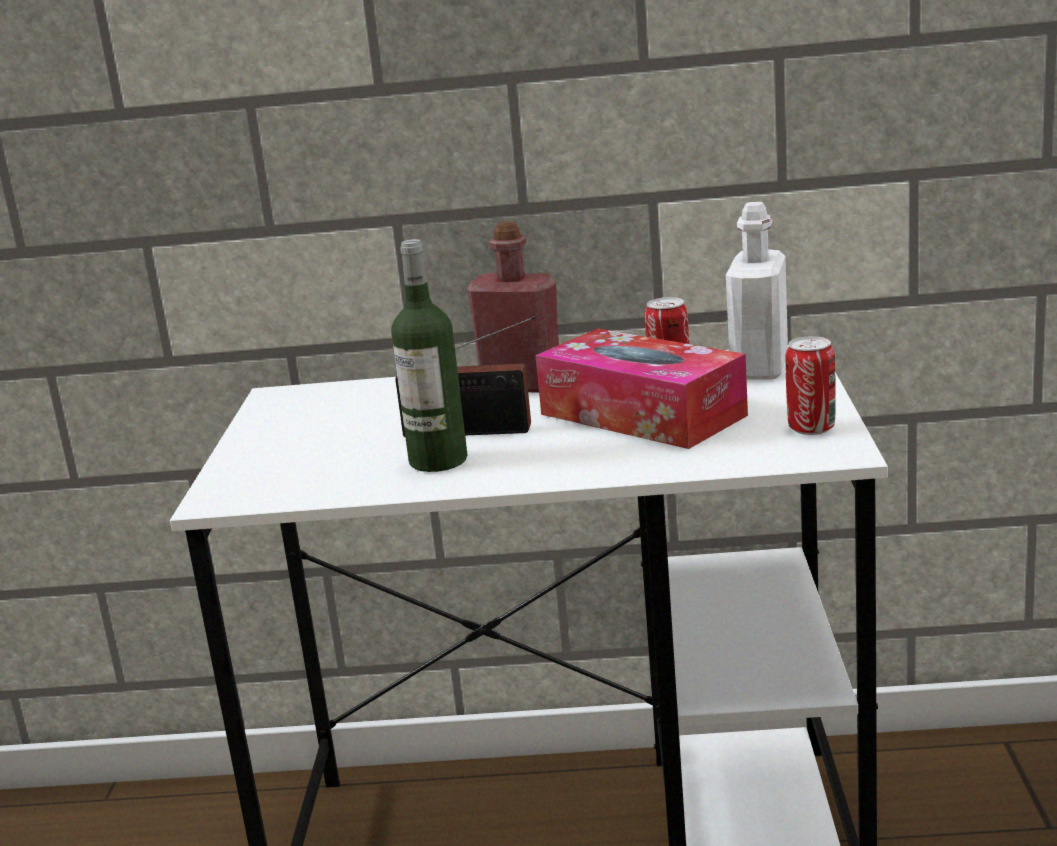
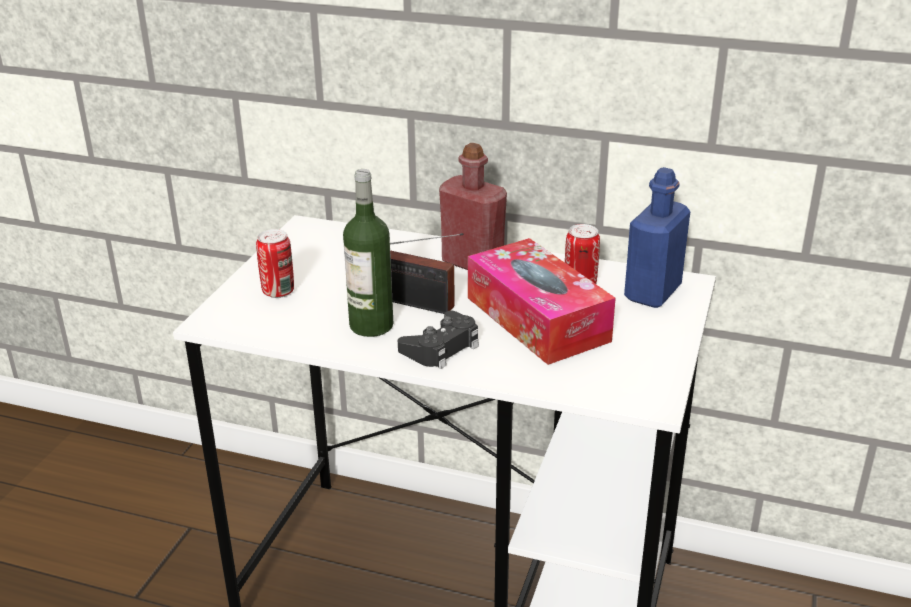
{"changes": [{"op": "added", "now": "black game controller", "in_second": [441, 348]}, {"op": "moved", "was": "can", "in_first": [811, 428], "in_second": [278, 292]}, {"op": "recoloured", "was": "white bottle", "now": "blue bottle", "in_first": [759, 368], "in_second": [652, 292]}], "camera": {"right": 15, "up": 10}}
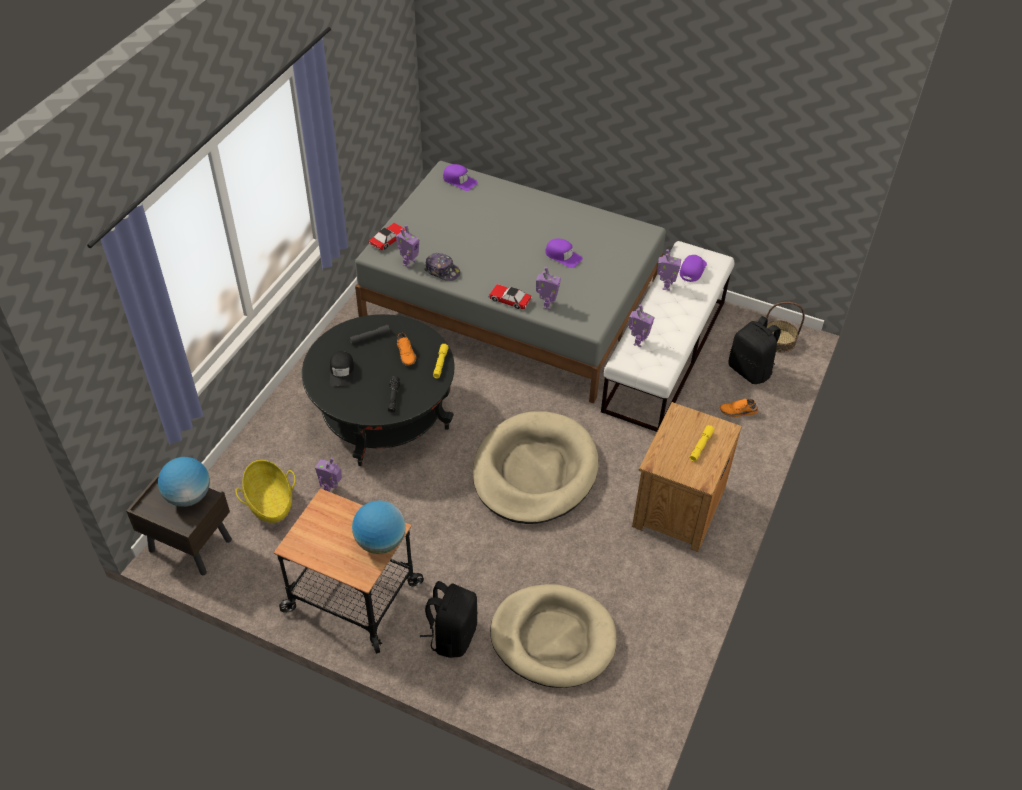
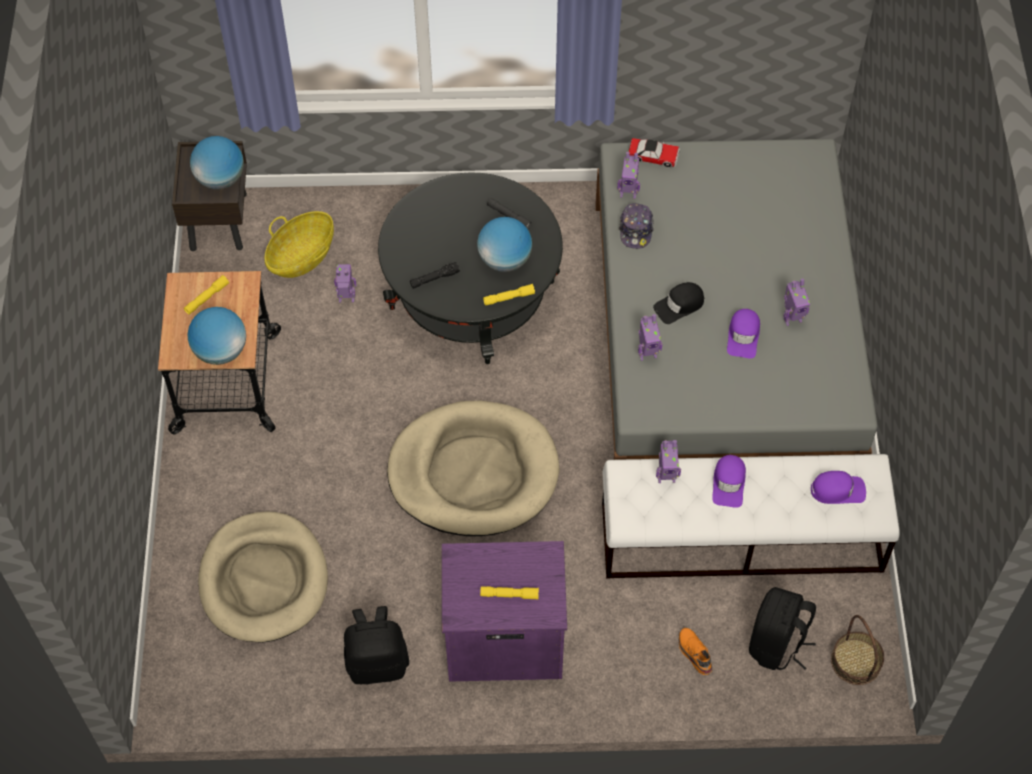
{"changes": [{"op": "removed", "was": "toy car", "in_first": [509, 300]}, {"op": "added", "now": "yellow flashlight", "in_second": [207, 298]}, {"op": "moved", "was": "black cap", "in_first": [342, 372], "in_second": [679, 305]}, {"op": "moved", "was": "black backpack", "in_first": [452, 635], "in_second": [377, 663]}, {"op": "moved", "was": "purple cap", "in_first": [459, 180], "in_second": [729, 483]}, {"op": "moved", "was": "toy robot", "in_first": [665, 285], "in_second": [792, 319]}, {"op": "replaced", "was": "orange shoe", "now": "globe", "in_first": [406, 353], "in_second": [505, 260]}, {"op": "recoloured", "was": "brown nightstand", "now": "purple nightstand", "in_first": [677, 507], "in_second": [502, 637]}], "camera": {"right": 65, "up": 10}}
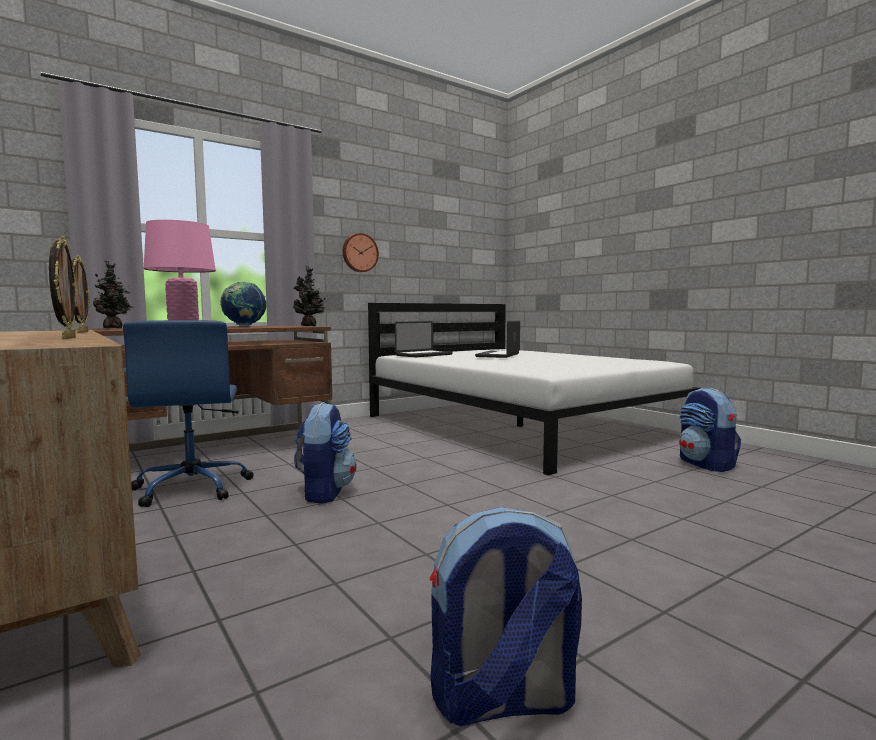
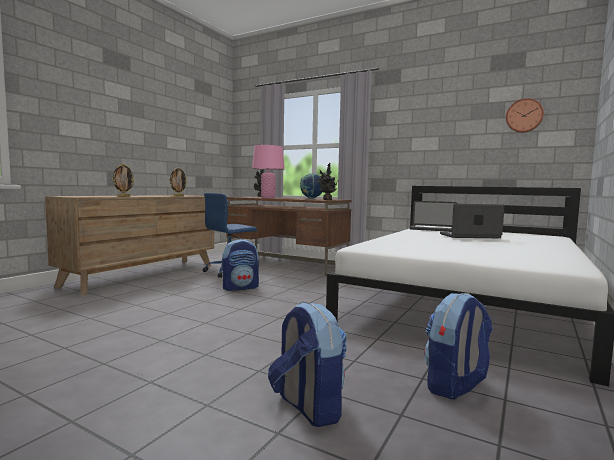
{"changes": [{"op": "moved", "was": "wall clock", "in_first": [359, 253], "in_second": [524, 116]}, {"op": "moved", "was": "backpack", "in_first": [502, 702], "in_second": [307, 407]}], "camera": {"right": 65, "up": 0}}
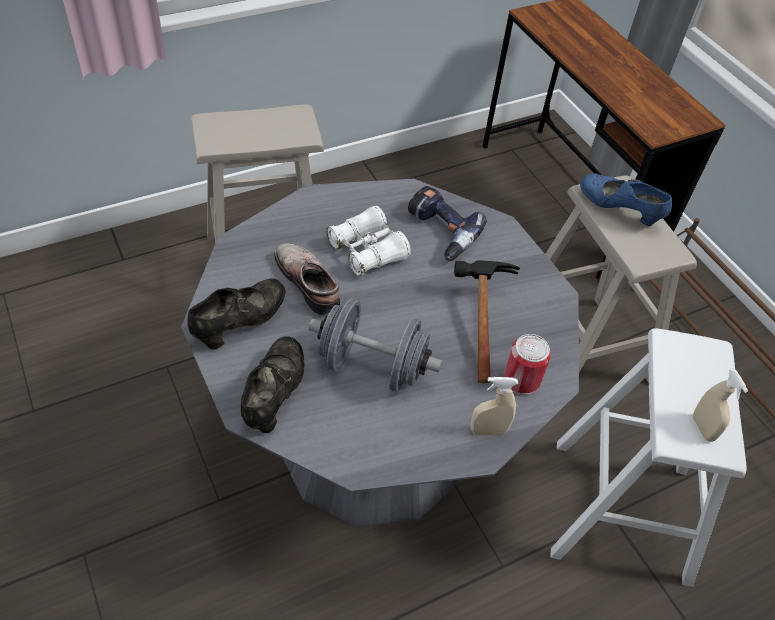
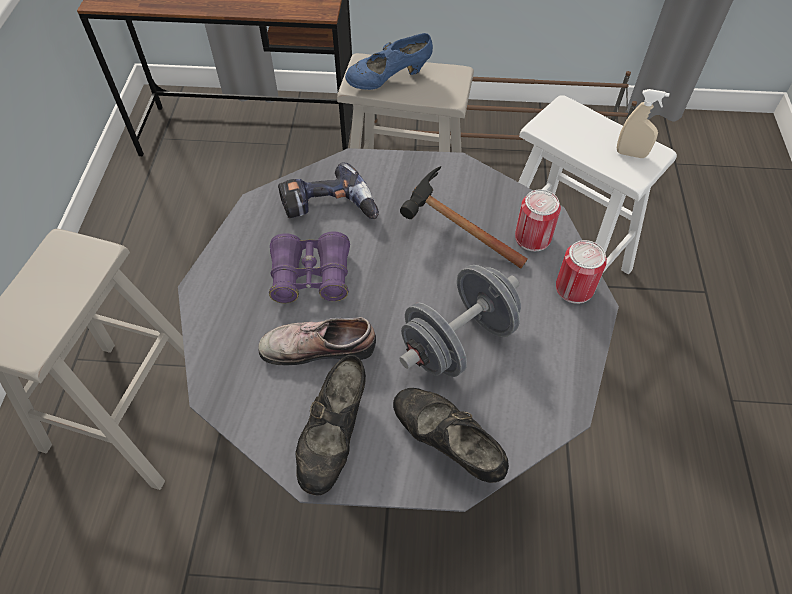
{"changes": [{"op": "replaced", "was": "beige spray bottle", "now": "can", "in_first": [488, 431], "in_second": [574, 288]}, {"op": "recoloured", "was": "white binoculars", "now": "purple binoculars", "in_first": [367, 250], "in_second": [311, 276]}, {"op": "turned", "was": "black shoe", "in_first": [240, 323], "in_second": [334, 436], "clockwise": -150}], "camera": {"right": -55, "up": 5}}
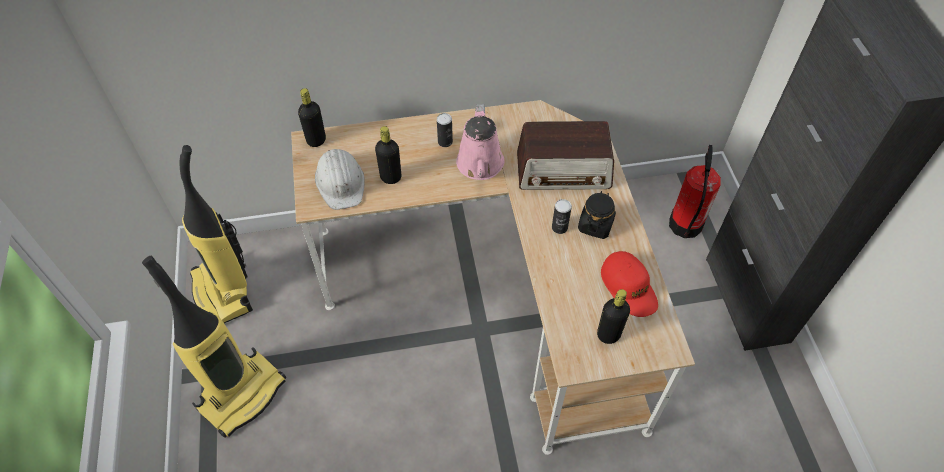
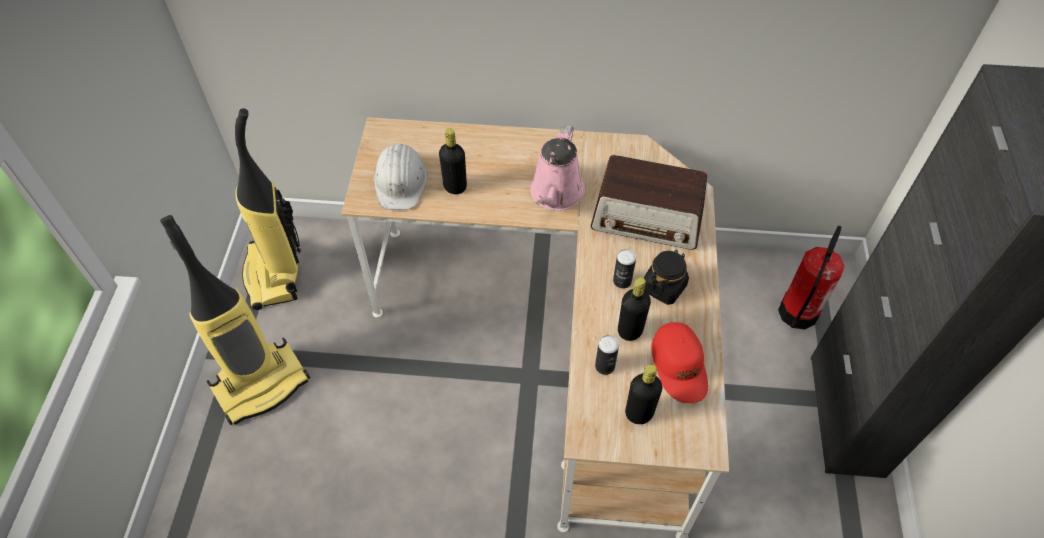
{"changes": [{"op": "moved", "was": "black bottle", "in_first": [316, 140], "in_second": [630, 331]}, {"op": "moved", "was": "can", "in_first": [445, 142], "in_second": [605, 366]}], "camera": {"right": 15, "up": 0}}
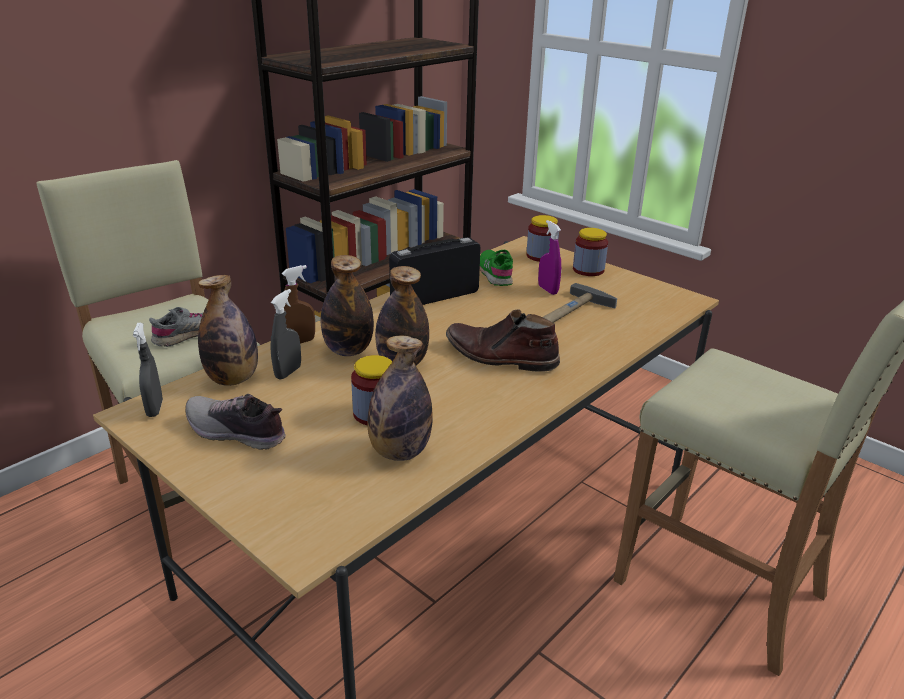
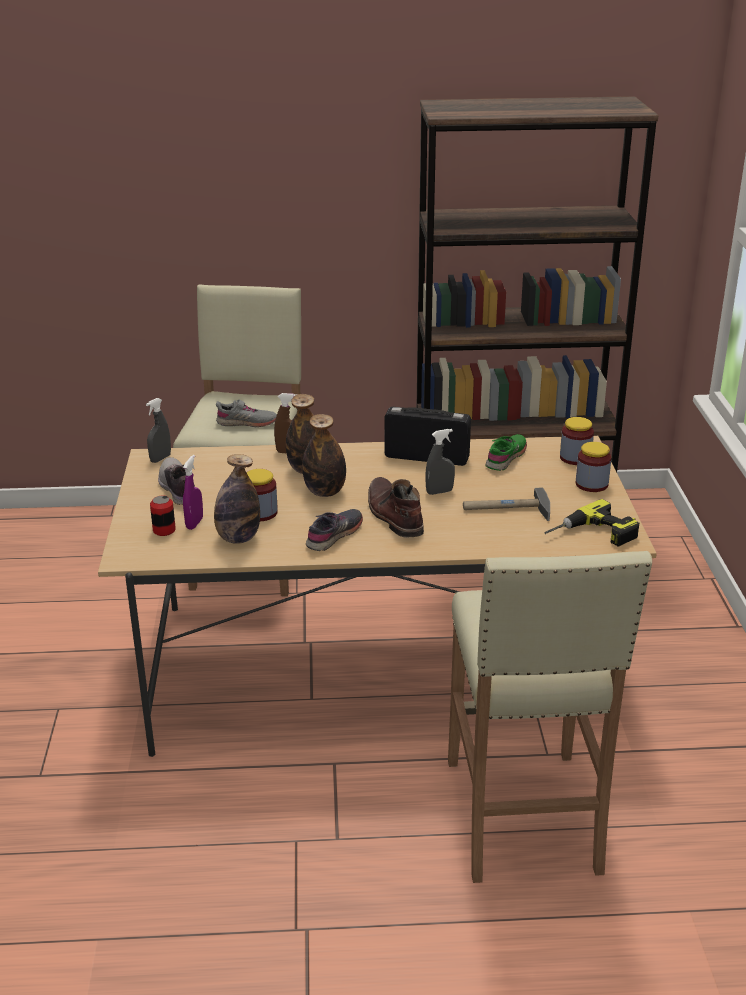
{"changes": [{"op": "removed", "was": "bottle", "in_first": [233, 379]}, {"op": "added", "now": "can", "in_second": [164, 530]}, {"op": "added", "now": "grey shoe", "in_second": [334, 535]}, {"op": "added", "now": "power drill", "in_second": [592, 535]}, {"op": "moved", "was": "grey spray bottle", "in_first": [288, 372], "in_second": [439, 492]}, {"op": "moved", "was": "purple spray bottle", "in_first": [548, 290], "in_second": [194, 523]}], "camera": {"right": 45, "up": 0}}
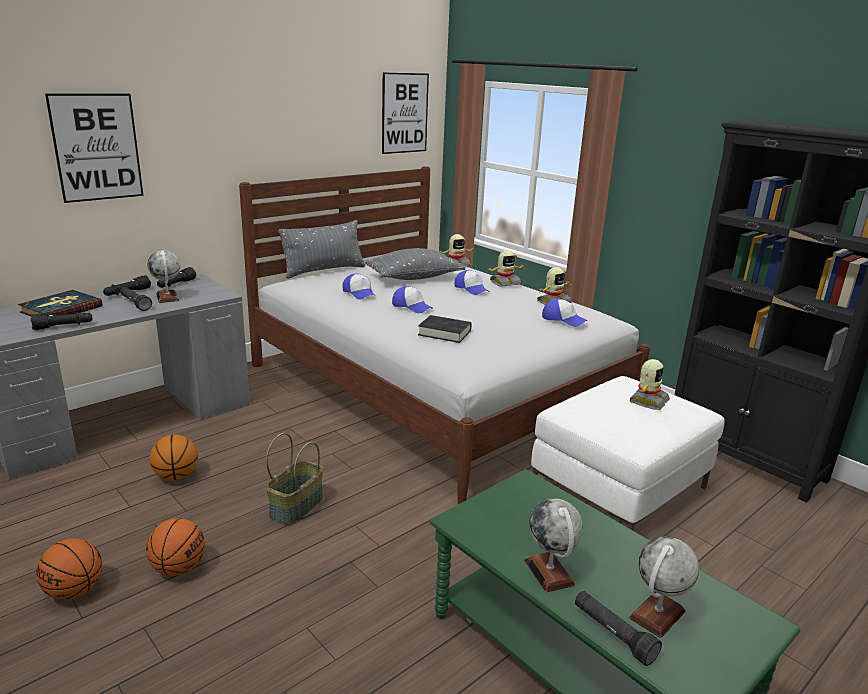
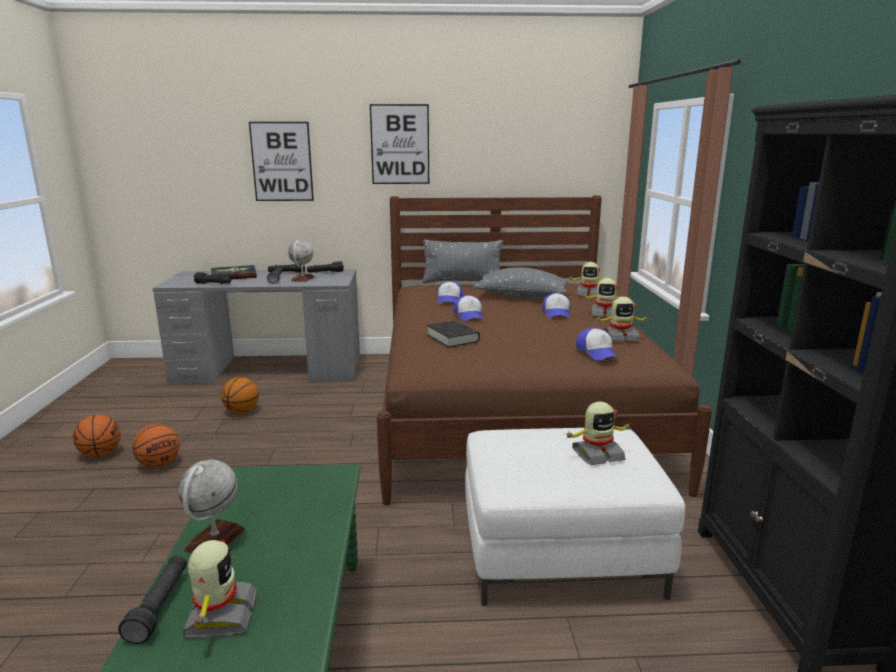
{"changes": [{"op": "removed", "was": "basket", "in_first": [296, 506]}, {"op": "moved", "was": "picture", "in_first": [404, 113], "in_second": [400, 144]}, {"op": "replaced", "was": "globe", "now": "toy robot", "in_first": [657, 614], "in_second": [219, 615]}, {"op": "recoloured", "was": "white bed", "now": "brown bed", "in_first": [436, 388], "in_second": [511, 410]}], "camera": {"right": 40, "up": -5}}
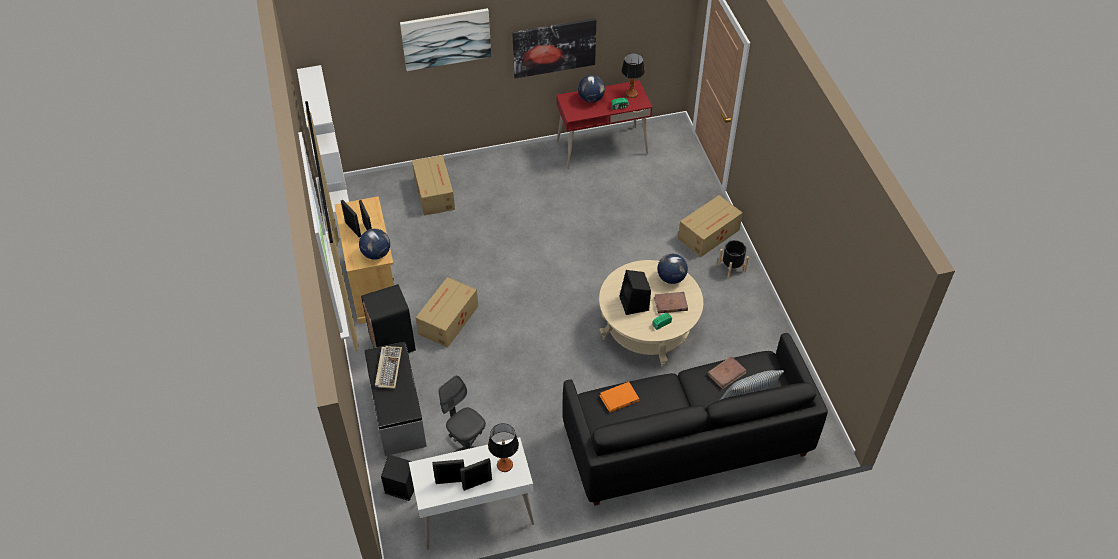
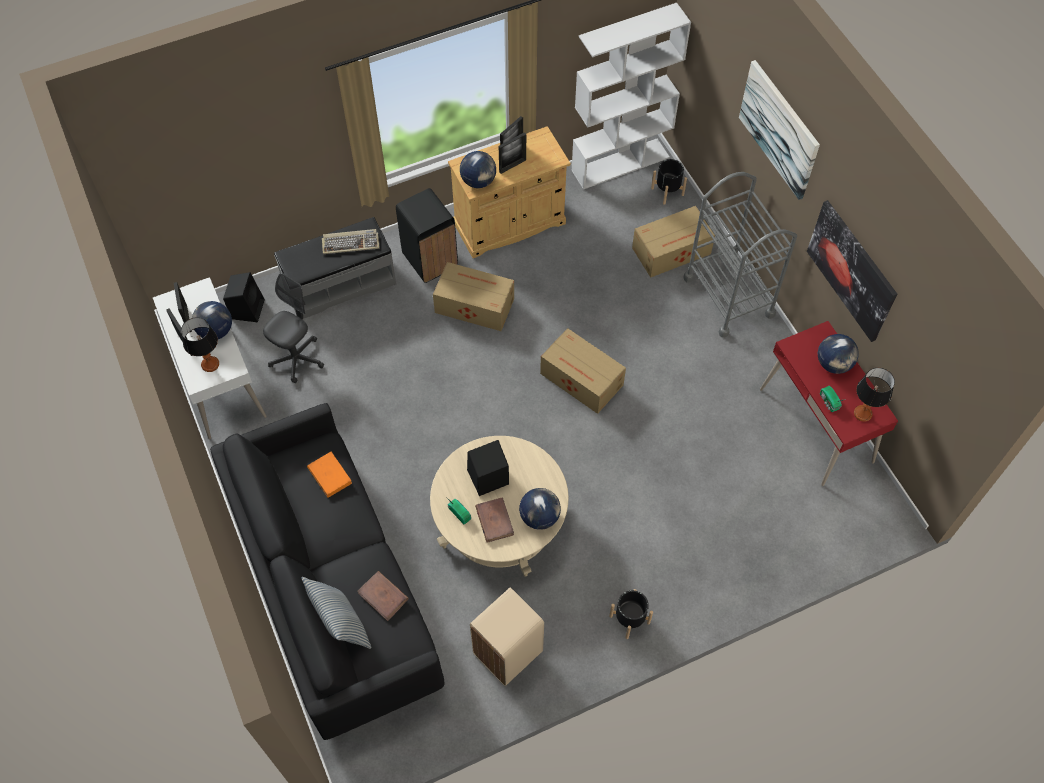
{"changes": [{"op": "added", "now": "globe", "in_second": [216, 331]}, {"op": "added", "now": "beige trash can", "in_second": [507, 652]}, {"op": "added", "now": "black planter", "in_second": [667, 191]}, {"op": "added", "now": "grey cart", "in_second": [728, 296]}, {"op": "moved", "was": "cardboard box", "in_first": [709, 234], "in_second": [582, 380]}], "camera": {"right": 80, "up": 10}}
